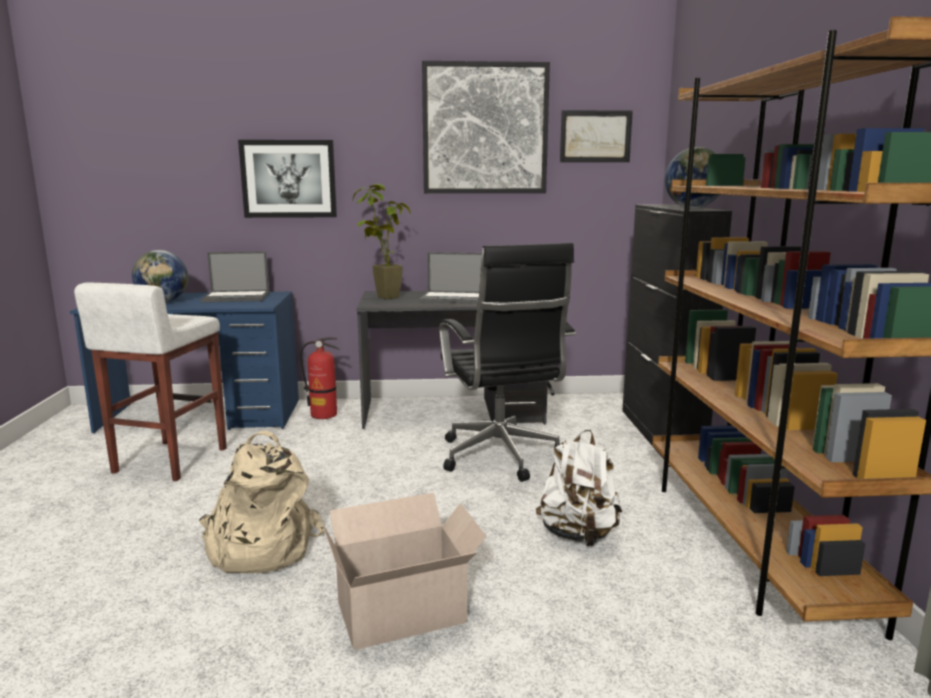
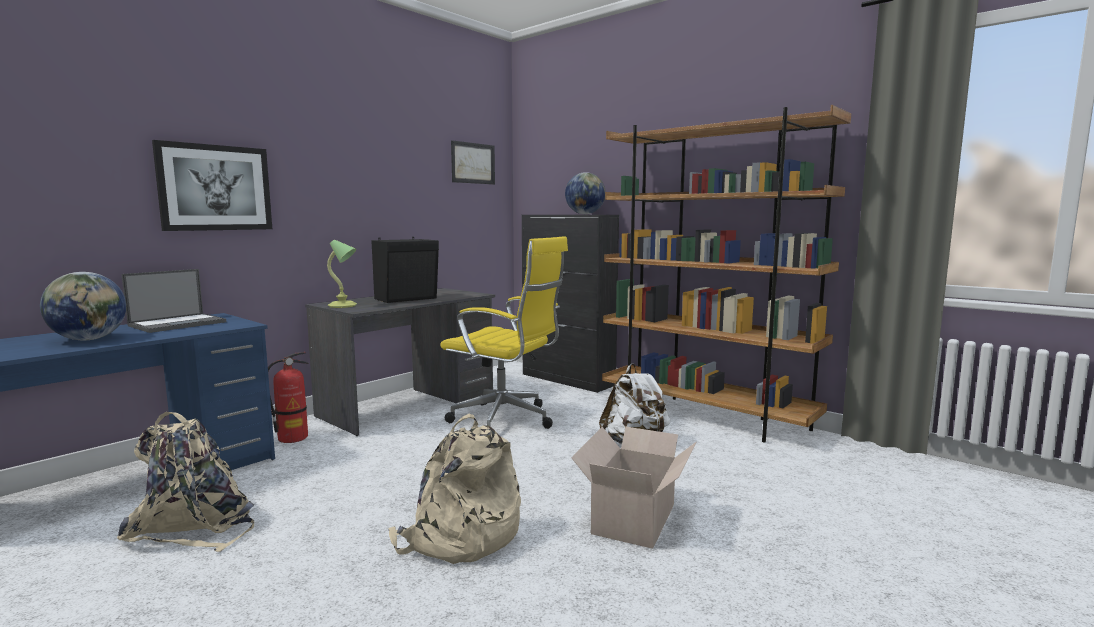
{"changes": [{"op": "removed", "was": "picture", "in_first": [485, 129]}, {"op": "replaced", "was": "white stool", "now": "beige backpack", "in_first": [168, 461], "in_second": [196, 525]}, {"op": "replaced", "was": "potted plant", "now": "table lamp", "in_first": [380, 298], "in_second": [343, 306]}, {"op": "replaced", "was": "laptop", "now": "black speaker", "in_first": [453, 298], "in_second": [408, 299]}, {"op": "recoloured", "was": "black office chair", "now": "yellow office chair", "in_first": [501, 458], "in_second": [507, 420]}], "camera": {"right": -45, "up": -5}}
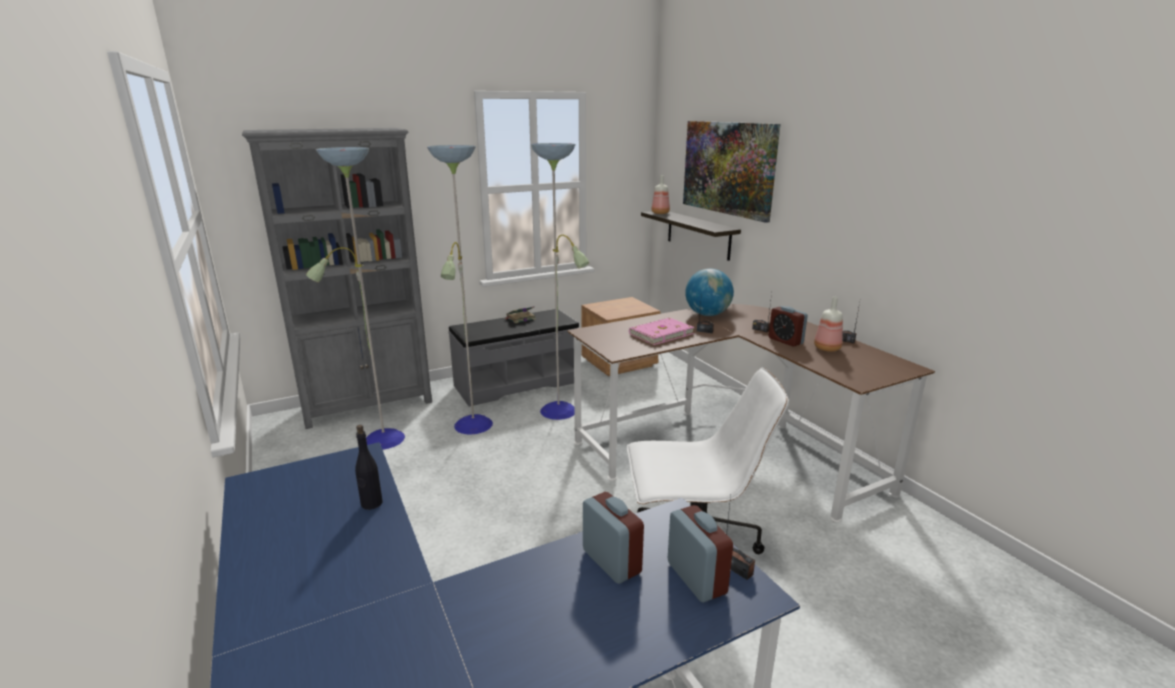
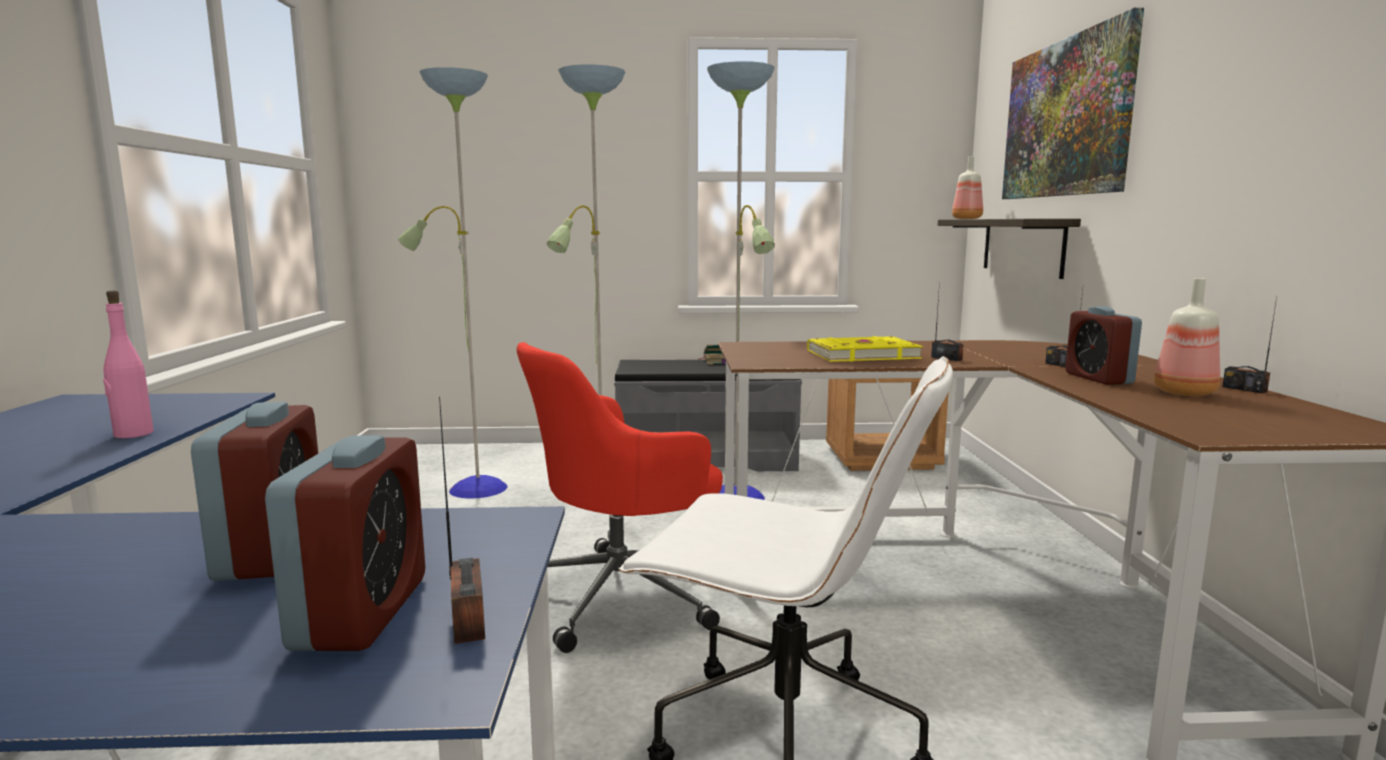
{"changes": [{"op": "removed", "was": "grey bookcase", "in_first": [368, 405]}, {"op": "removed", "was": "globe", "in_first": [707, 314]}, {"op": "added", "now": "red office chair", "in_second": [621, 595]}, {"op": "recoloured", "was": "black bottle", "now": "pink bottle", "in_first": [371, 503], "in_second": [133, 434]}, {"op": "recoloured", "was": "pink book", "now": "yellow book", "in_first": [660, 333], "in_second": [861, 354]}], "camera": {"right": 25, "up": -10}}
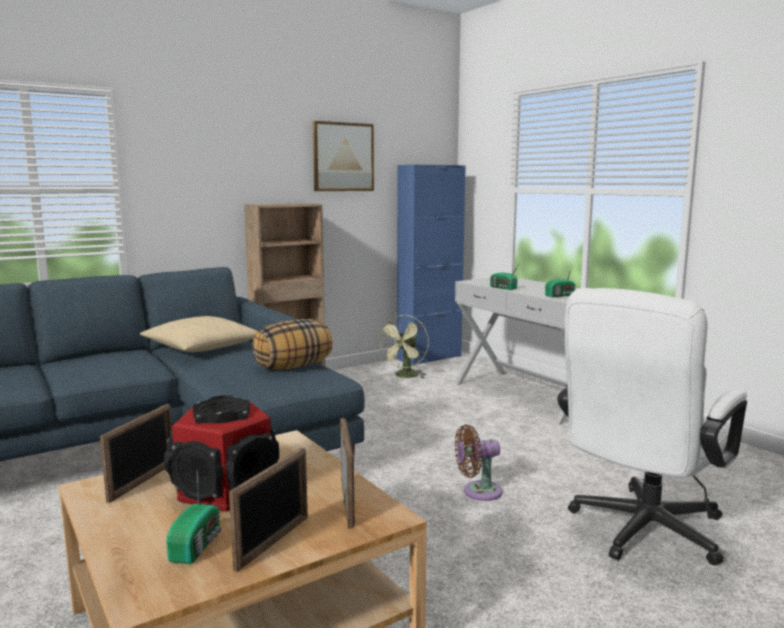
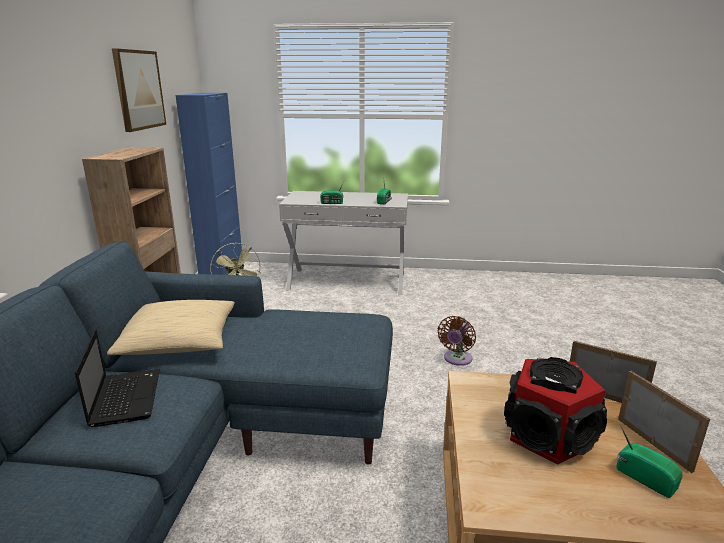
{"changes": [{"op": "removed", "was": "picture frame", "in_first": [143, 481]}, {"op": "removed", "was": "pillow", "in_first": [293, 367]}, {"op": "removed", "was": "white office chair", "in_first": [640, 533]}, {"op": "added", "now": "laptop", "in_second": [125, 397]}], "camera": {"right": -50, "up": 10}}
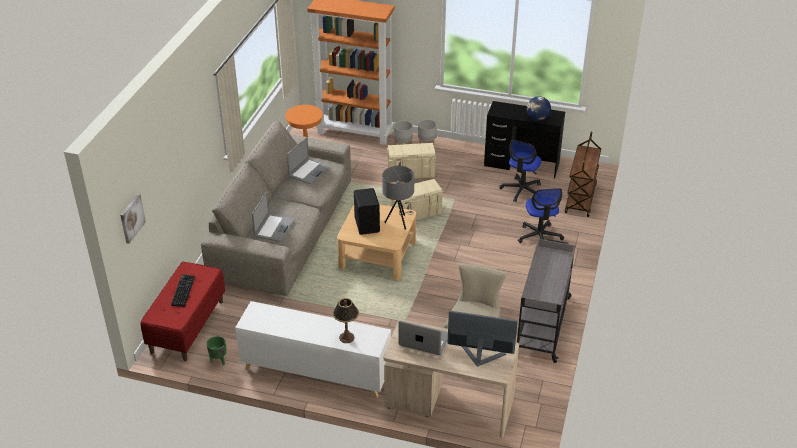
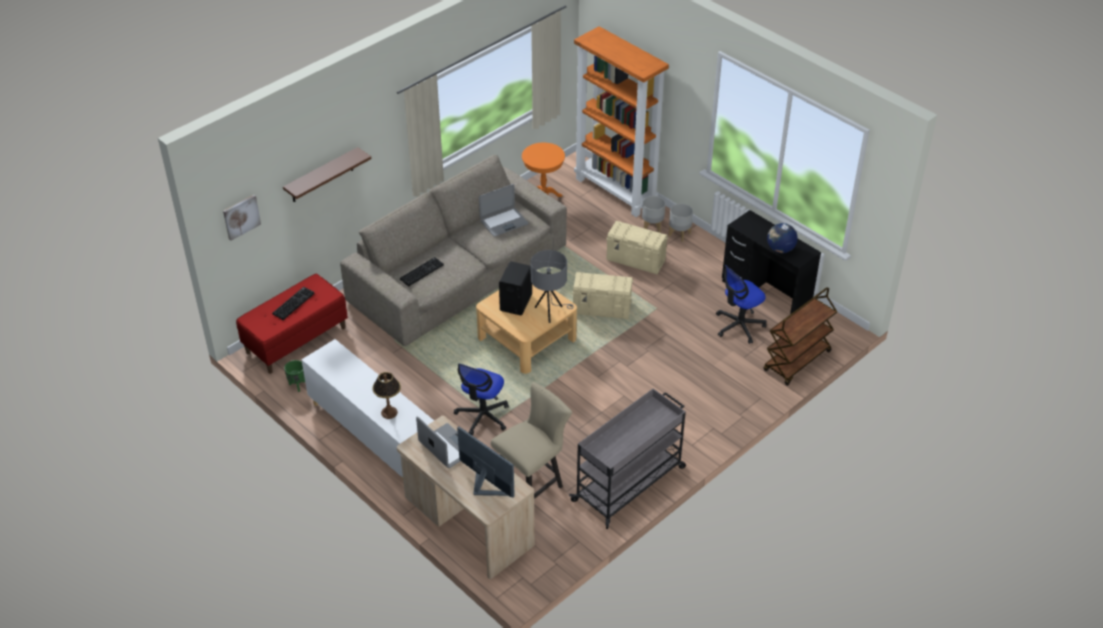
{"changes": [{"op": "added", "now": "brown shelf", "in_second": [322, 176]}, {"op": "moved", "was": "office chair", "in_first": [539, 237], "in_second": [482, 416]}, {"op": "replaced", "was": "laptop", "now": "keyboard", "in_first": [274, 228], "in_second": [421, 271]}], "camera": {"right": 30, "up": 5}}
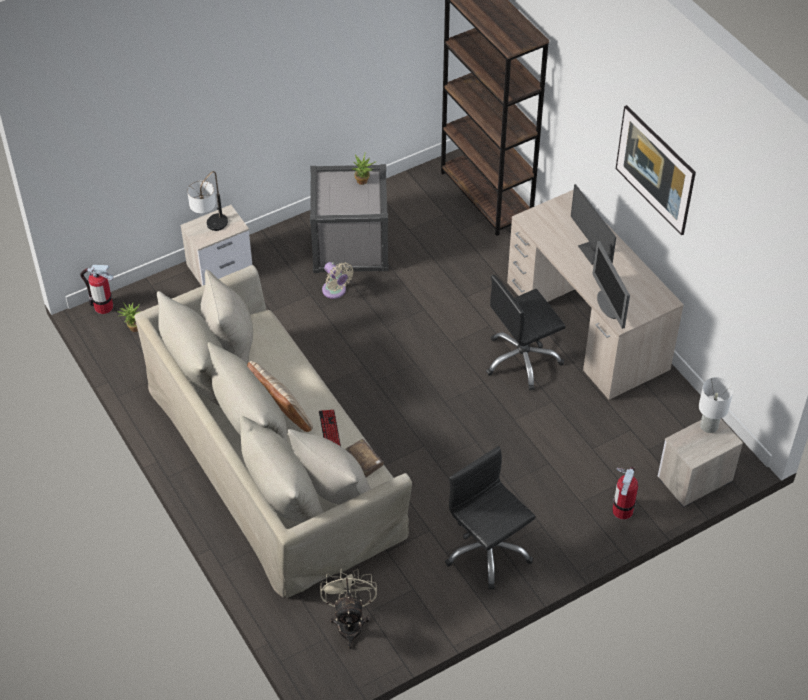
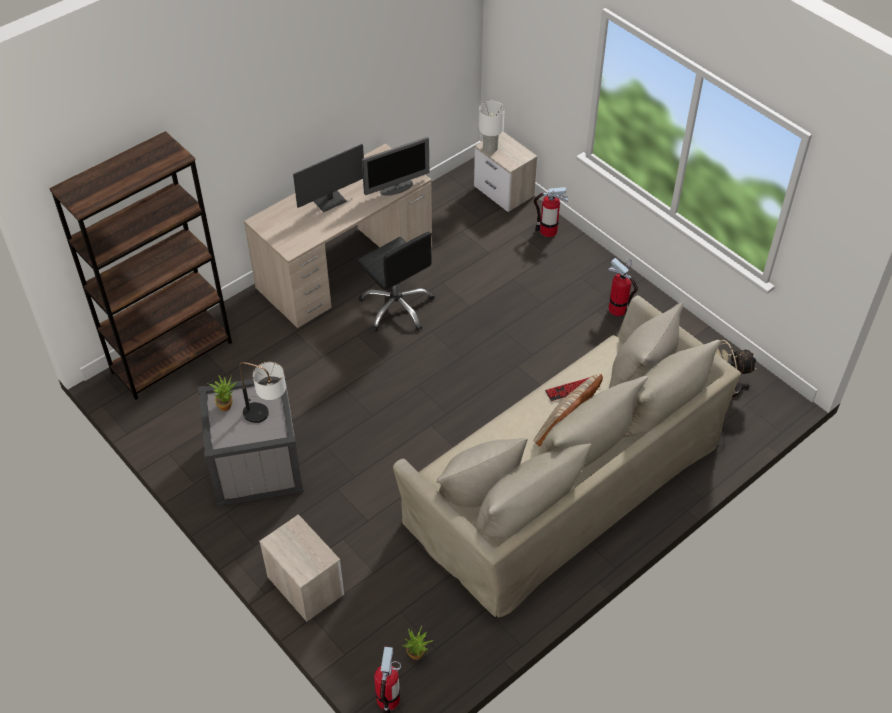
{"changes": [{"op": "removed", "was": "beige fan", "in_first": [335, 291]}, {"op": "removed", "was": "brown book", "in_first": [364, 461]}, {"op": "removed", "was": "picture", "in_first": [652, 185]}, {"op": "moved", "was": "table lamp", "in_first": [211, 230], "in_second": [267, 416]}, {"op": "replaced", "was": "black office chair", "now": "fire extinguisher", "in_first": [487, 551], "in_second": [618, 309]}], "camera": {"right": -100, "up": 0}}
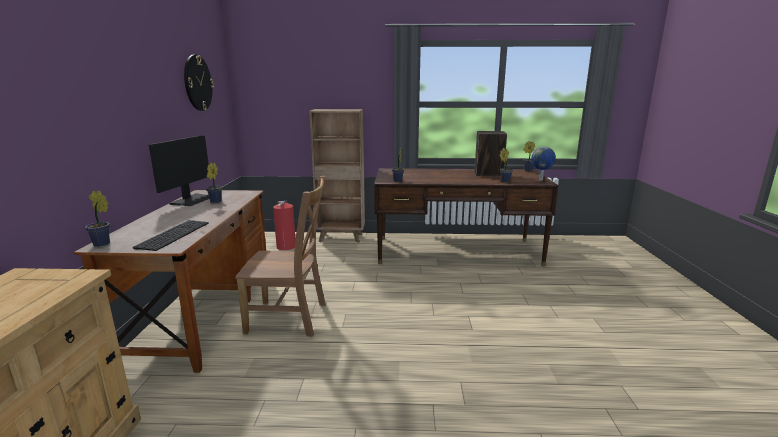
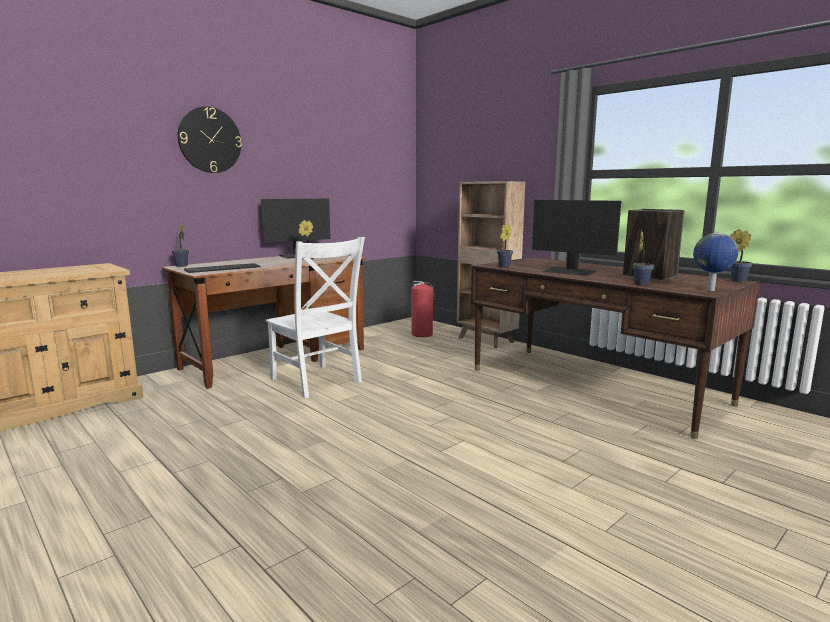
{"changes": [{"op": "added", "now": "monitor", "in_second": [569, 271]}, {"op": "moved", "was": "wall clock", "in_first": [197, 83], "in_second": [210, 140]}, {"op": "recoloured", "was": "brown chair", "now": "white chair", "in_first": [290, 318], "in_second": [317, 381]}], "camera": {"right": 45, "up": -5}}
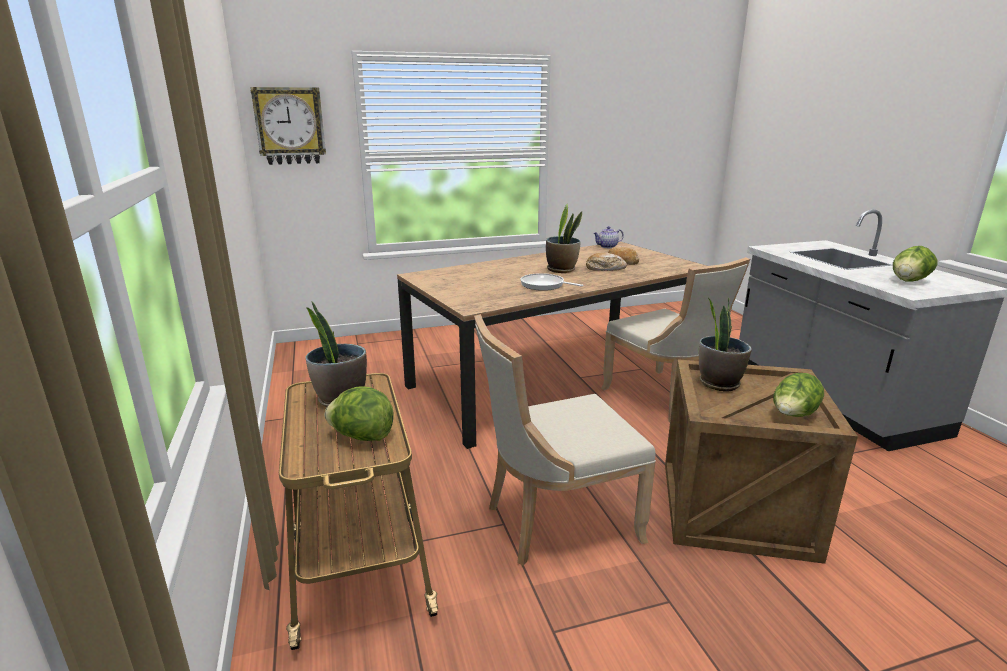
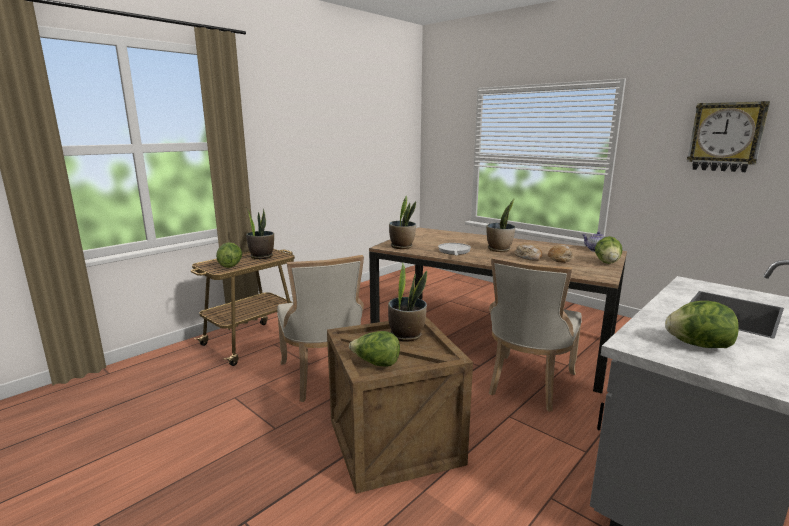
{"changes": [{"op": "added", "now": "potted plant", "in_second": [402, 246]}, {"op": "added", "now": "lettuce", "in_second": [607, 262]}, {"op": "moved", "was": "wall clock", "in_first": [290, 126], "in_second": [725, 137]}, {"op": "turned", "was": "beige chair", "in_first": [555, 521], "in_second": [323, 377], "clockwise": -150}], "camera": {"right": 60, "up": -5}}
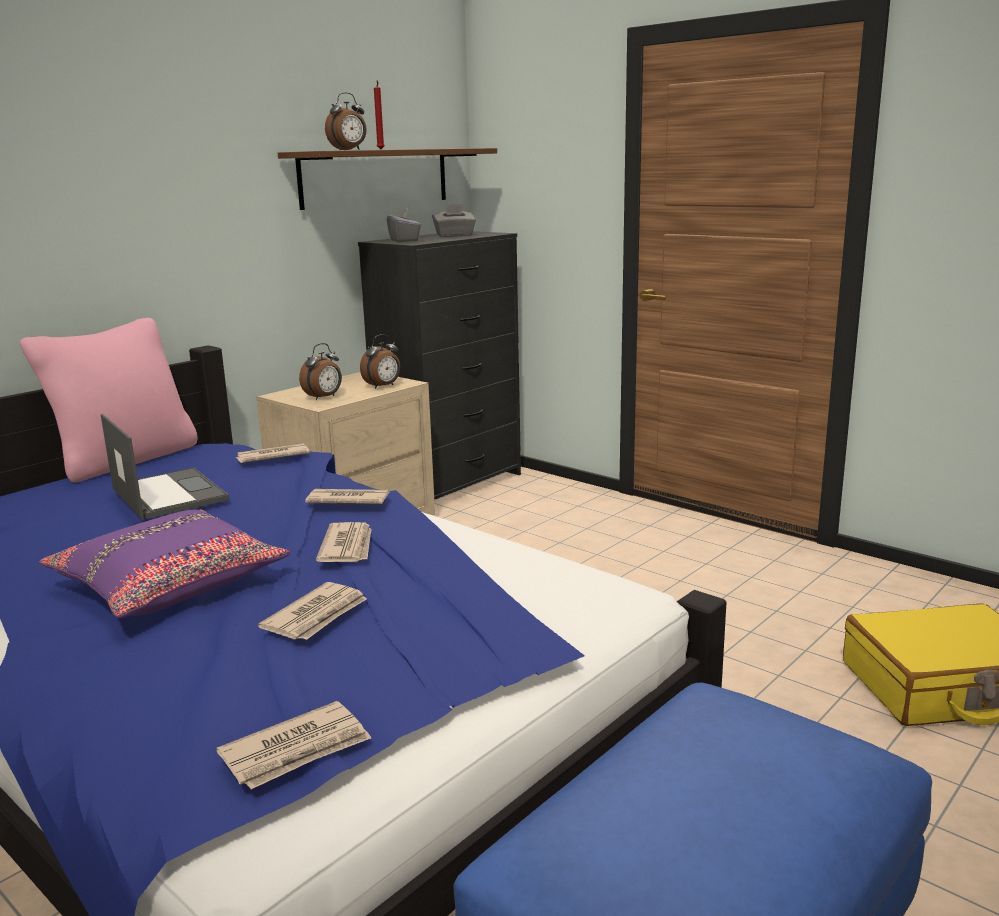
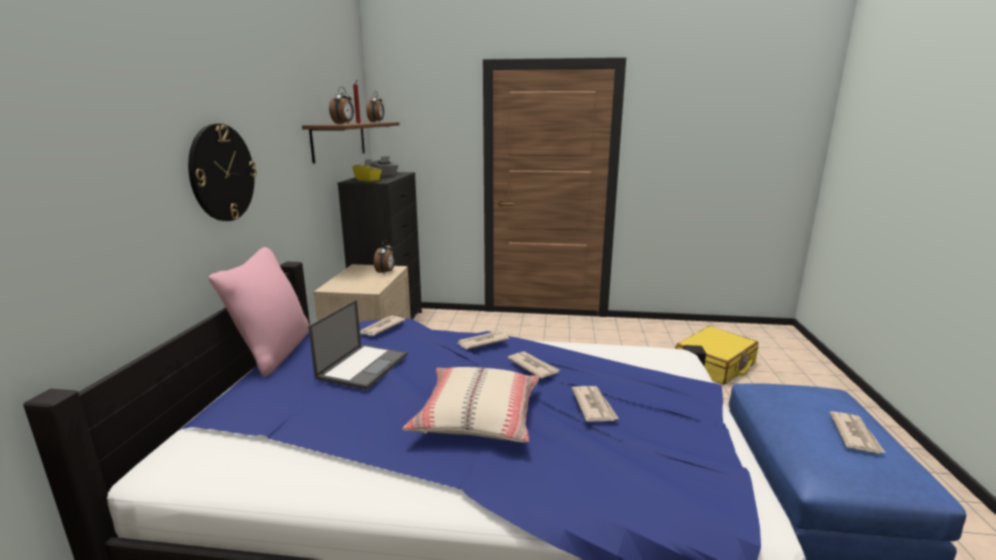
{"changes": [{"op": "added", "now": "wall clock", "in_second": [222, 173]}, {"op": "moved", "was": "newspaper", "in_first": [297, 750], "in_second": [855, 434]}, {"op": "moved", "was": "alarm clock", "in_first": [324, 397], "in_second": [376, 122]}, {"op": "recoloured", "was": "purple pillow", "now": "beige pillow", "in_first": [169, 583], "in_second": [477, 416]}, {"op": "recoloured", "was": "grey tissue box", "now": "yellow tissue box", "in_first": [404, 240], "in_second": [368, 180]}, {"op": "turned", "was": "laptop", "in_first": [168, 494], "in_second": [363, 366], "clockwise": 90}], "camera": {"right": -35, "up": 0}}
